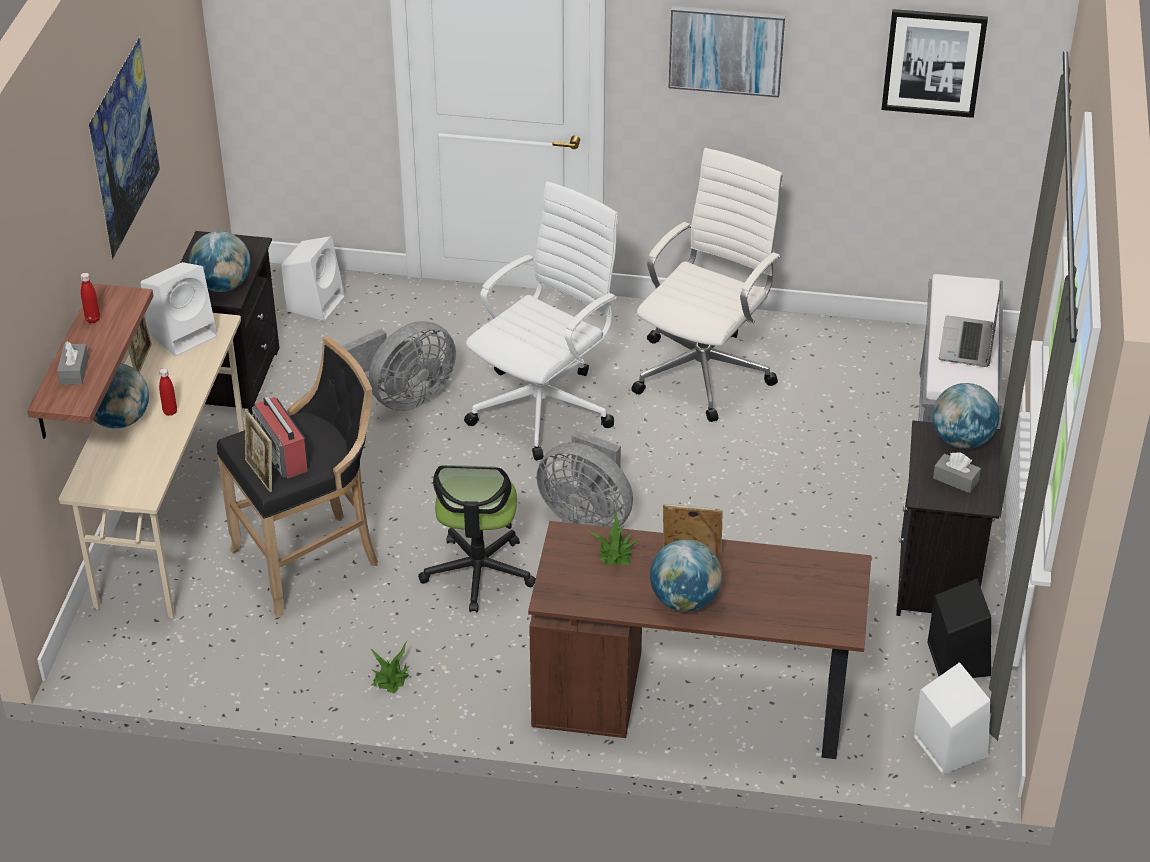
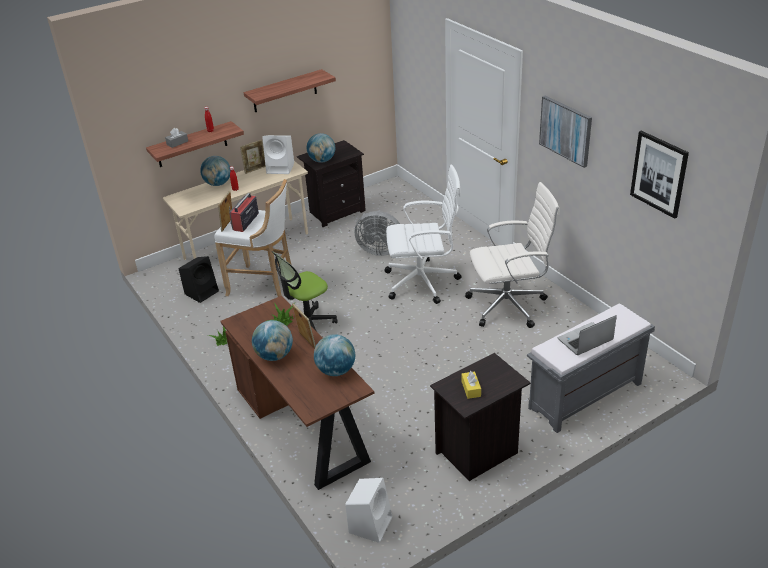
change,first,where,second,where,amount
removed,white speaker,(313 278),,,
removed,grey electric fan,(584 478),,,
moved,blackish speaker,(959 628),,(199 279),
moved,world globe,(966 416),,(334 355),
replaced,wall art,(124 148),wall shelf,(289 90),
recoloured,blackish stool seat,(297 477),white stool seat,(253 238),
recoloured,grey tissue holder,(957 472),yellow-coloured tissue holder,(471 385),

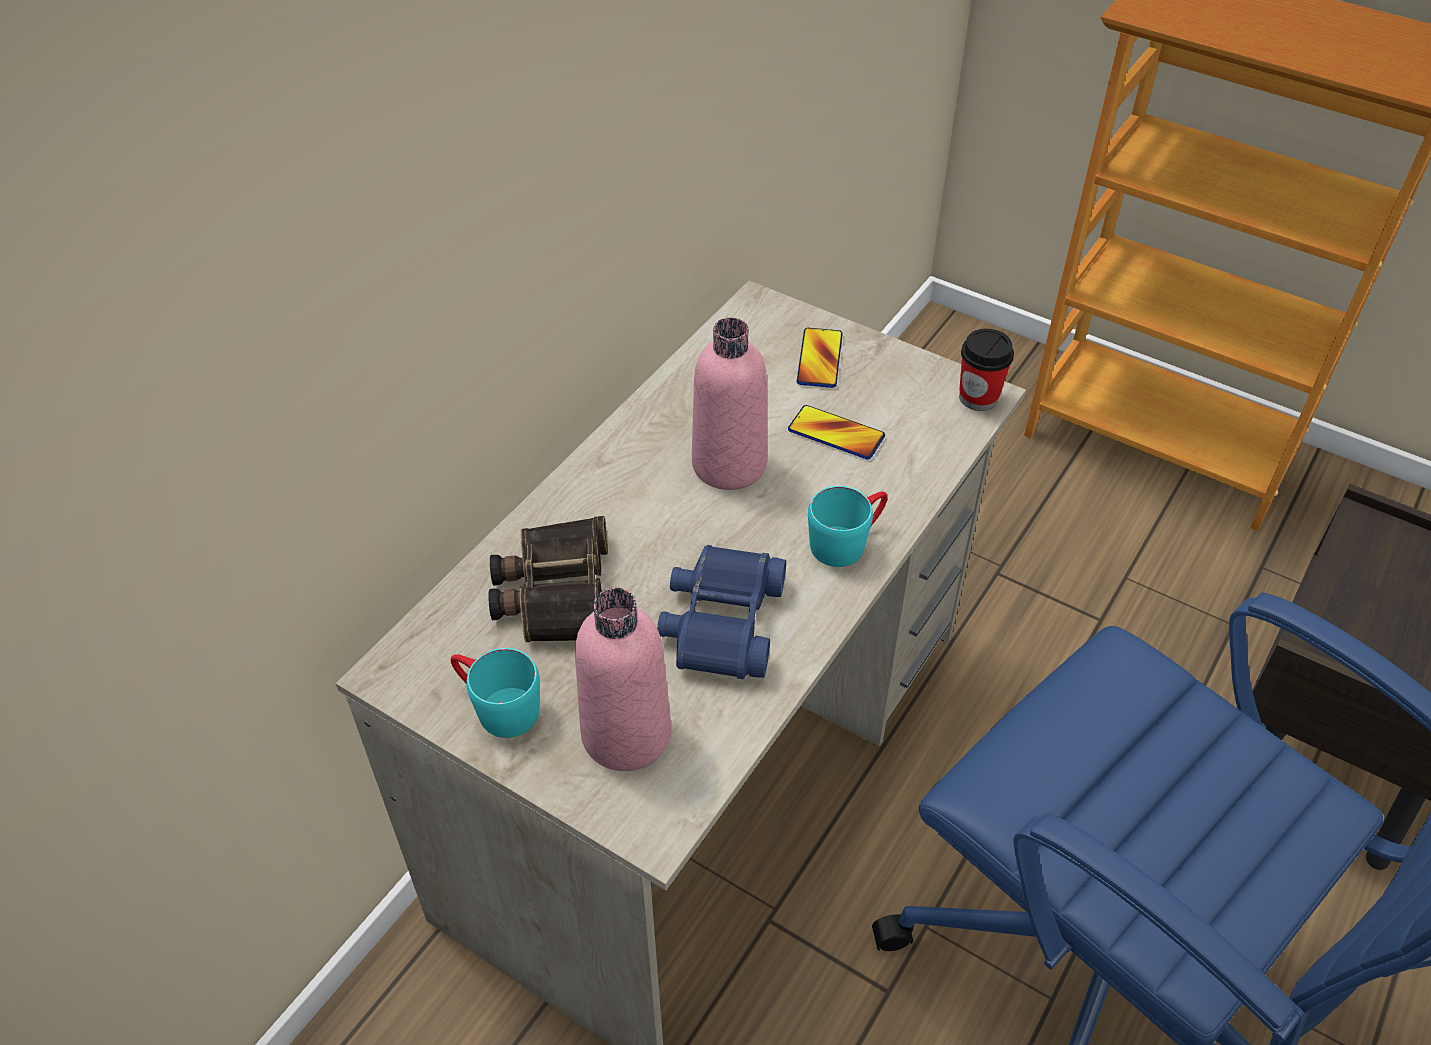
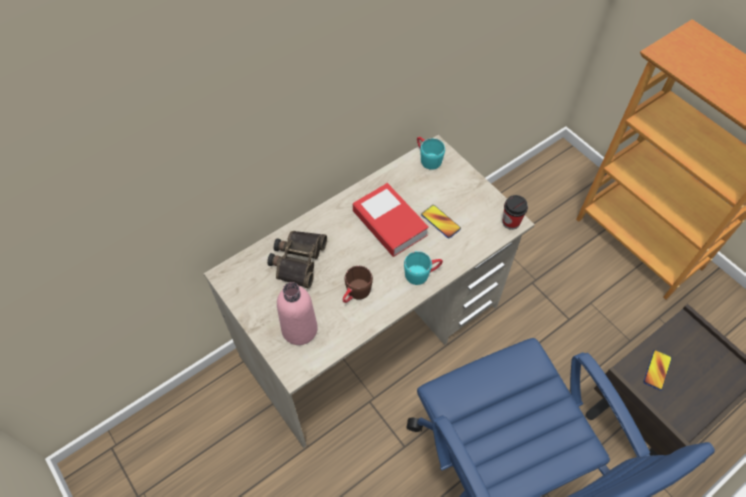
change,first,where,second,where,amount
moved,turquoise-coloured tea mug,(495 693),,(431 153),
moved,phone,(819 358),,(658 370),
replaced,blue field glasses,(721 612),brown tea mug,(358 284),
replaced,pink drink bottle,(729 403),bound book,(391 220),

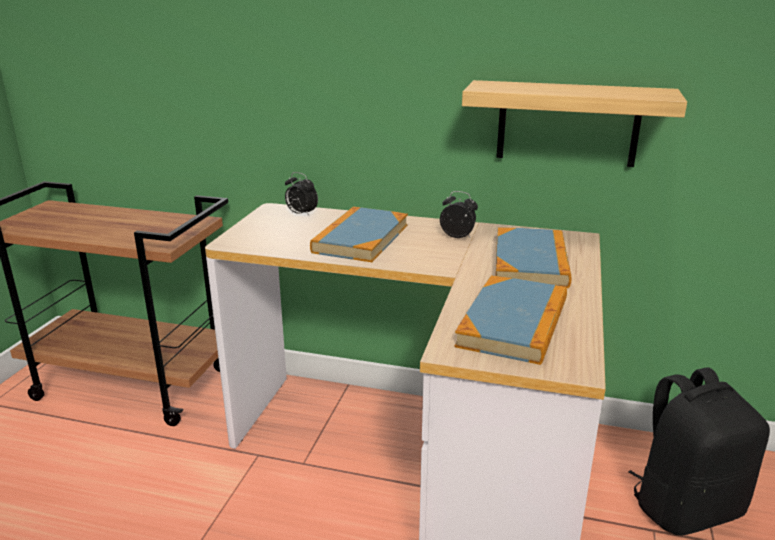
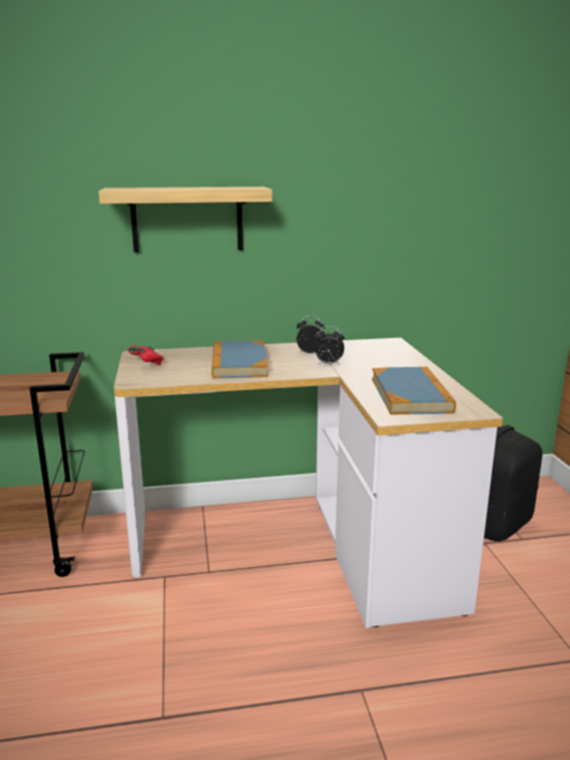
change,first,where,second,where,amount
removed,bound book,(533 257),,,
added,,,red-coloured joypad,(146 355),
moved,table clock,(301 194),,(329 345),
moved,wall shelf,(574 123),,(185 220),

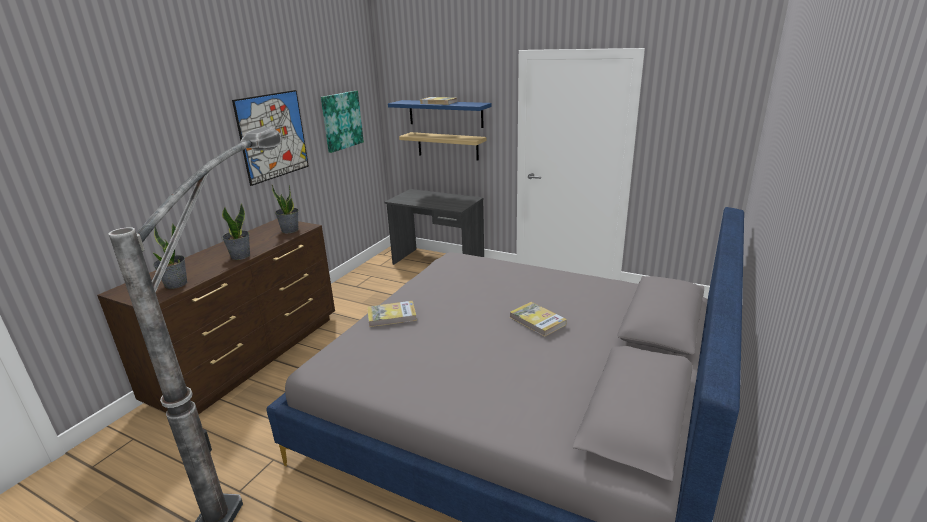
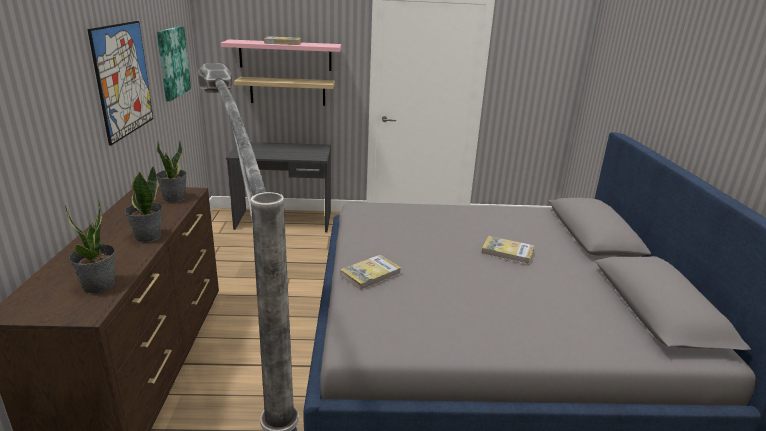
change,first,where,second,where,amount
recoloured,blue wall shelf,(440 114),pink wall shelf,(281 55),

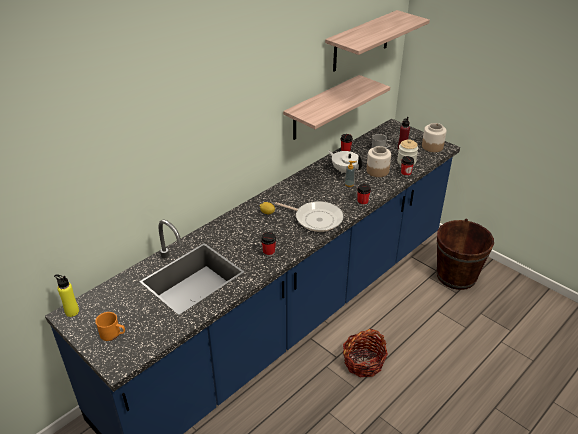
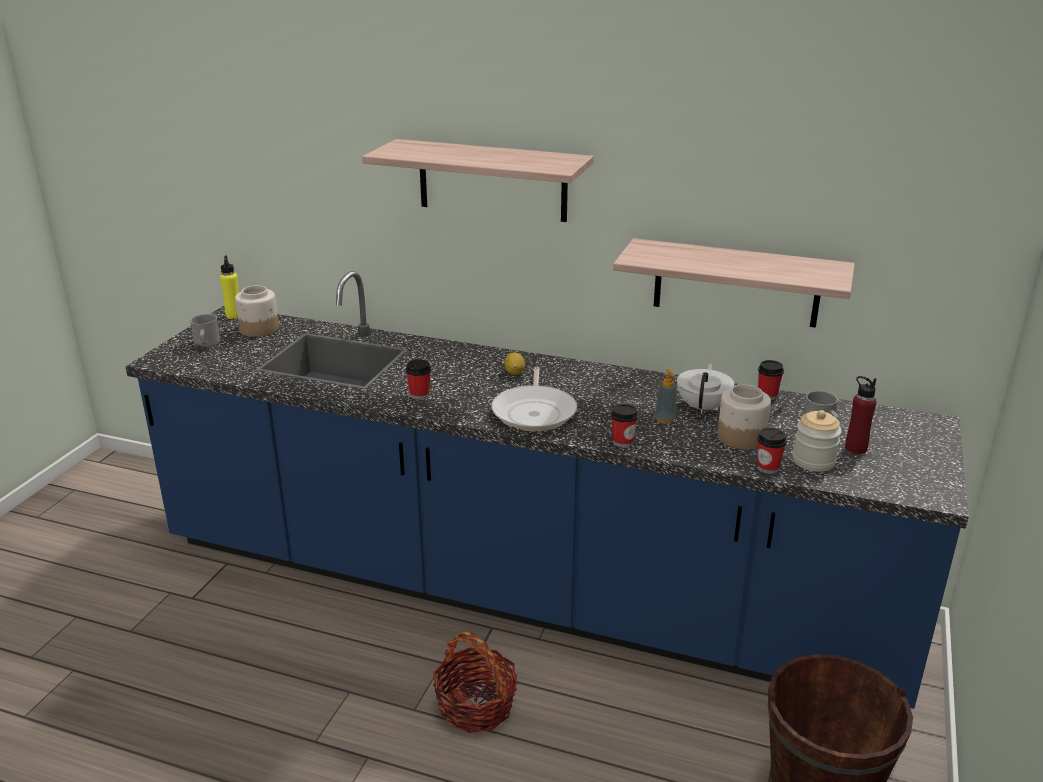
change,first,where,second,where,amount
moved,wall shelf,(377 41),,(478 180),
moved,storage jar,(434 137),,(257 311),
recoloured,orangey tea mug,(110 326),grey tea mug,(205 331),

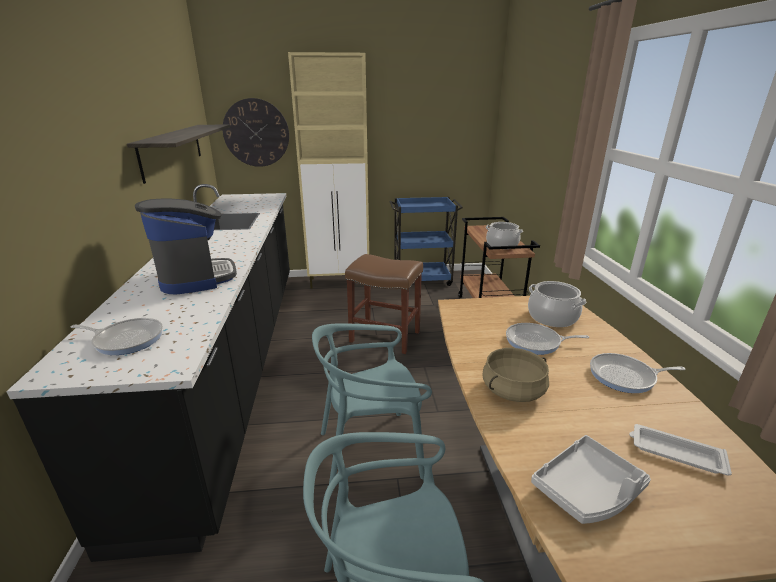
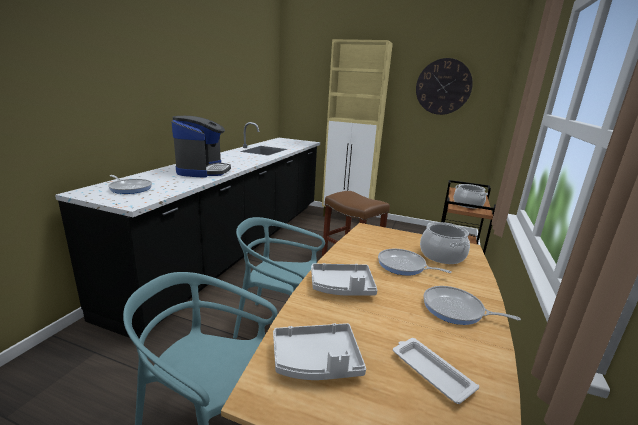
change,first,where,second,where,amount
removed,wall shelf,(178 154),,,
removed,blue cart,(426 241),,,
moved,hanging clock,(256 132),,(444 86),
replaced,beige stockpot,(515 375),grey serving tray,(344 279),

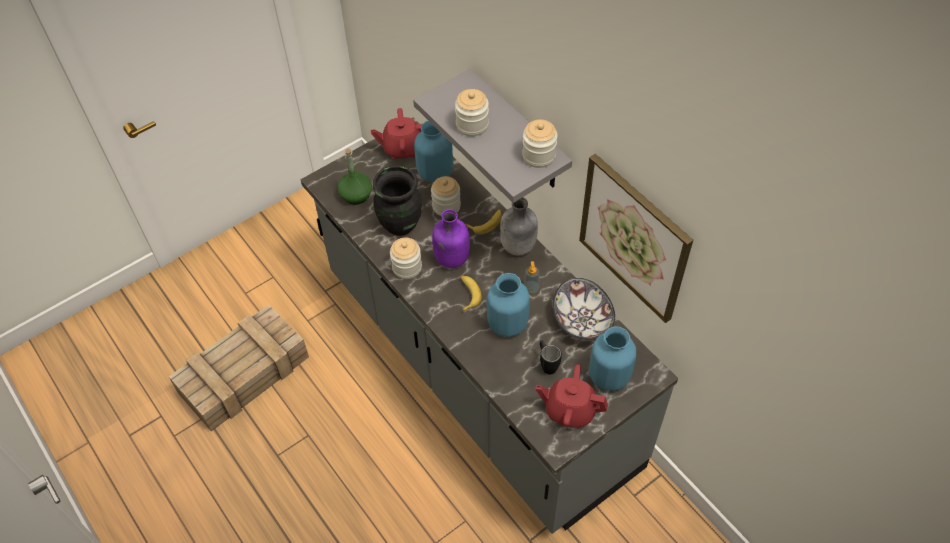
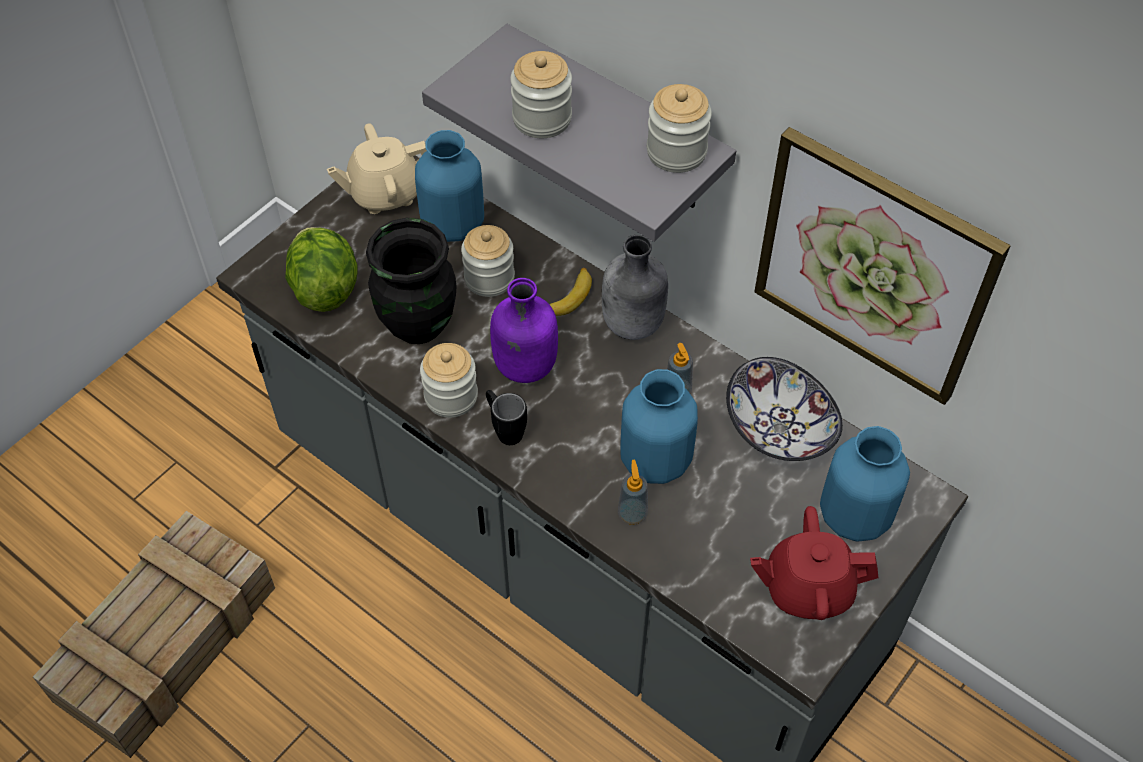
change,first,where,second,where,amount
removed,banana fruit,(471 294),,,
added,,,soap dispenser,(633 492),
moved,blackish tea mug,(551 357),,(506 417),
replaced,green-coloured drink bottle,(354 177),lettuce,(321 269),
recoloured,red-coloured tea pot,(396 133),beige tea pot,(377 168),

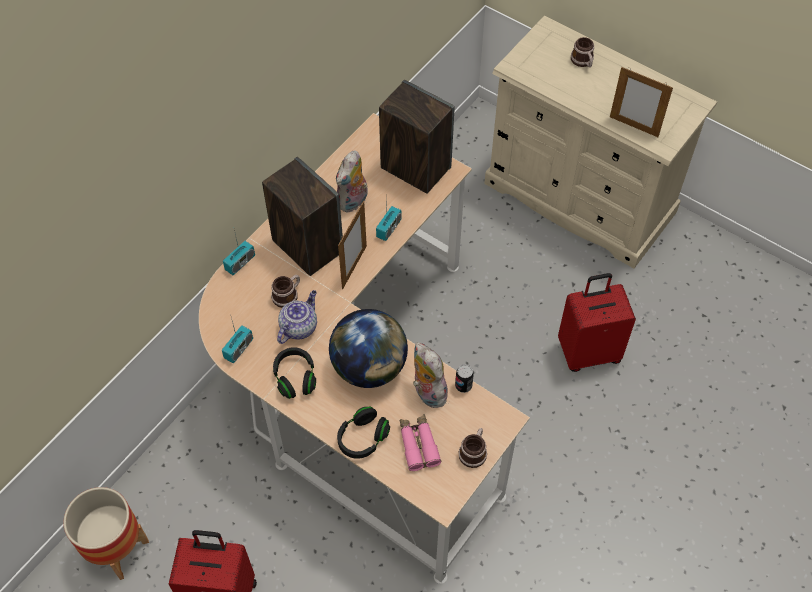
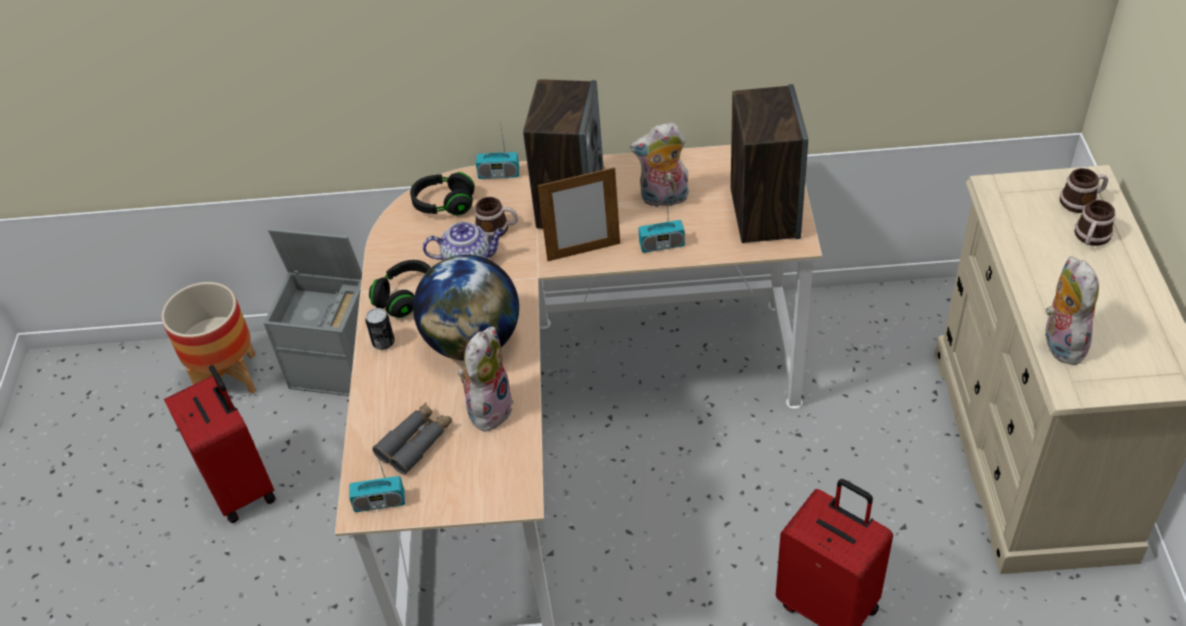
change,first,where,second,where,amount
added,,,grey storage container,(312 312),
moved,radio receiver,(237 342),,(377 480),
moved,blackish headset,(363 433),,(442 194),
moved,sealed can,(464 378),,(380 329),
moved,tea mug,(472 448),,(1084 190),
replaced,photo frame,(641 102),cuddly toy,(1072 310),
recoloured,pink field glasses,(420 442),grey field glasses,(412 438),

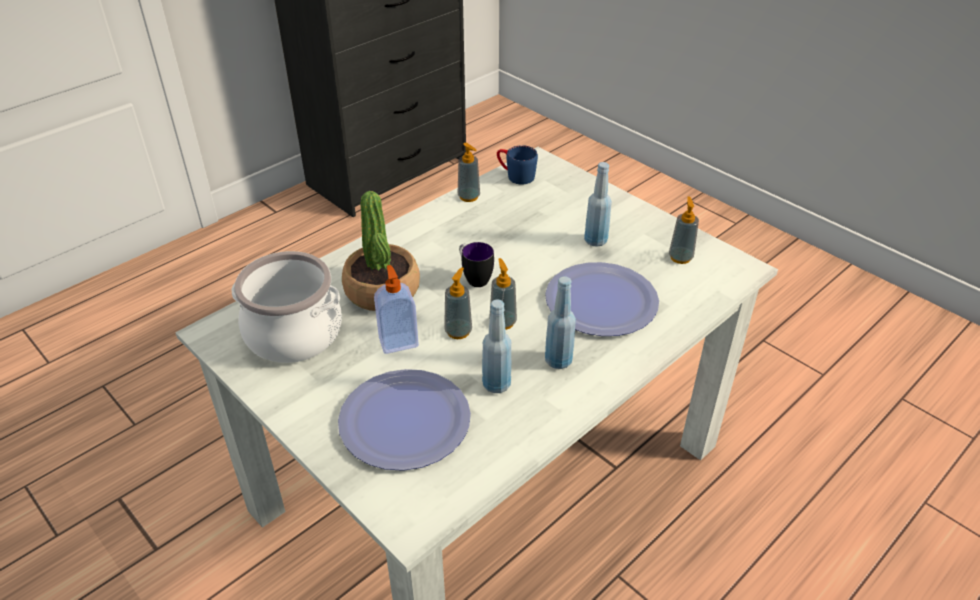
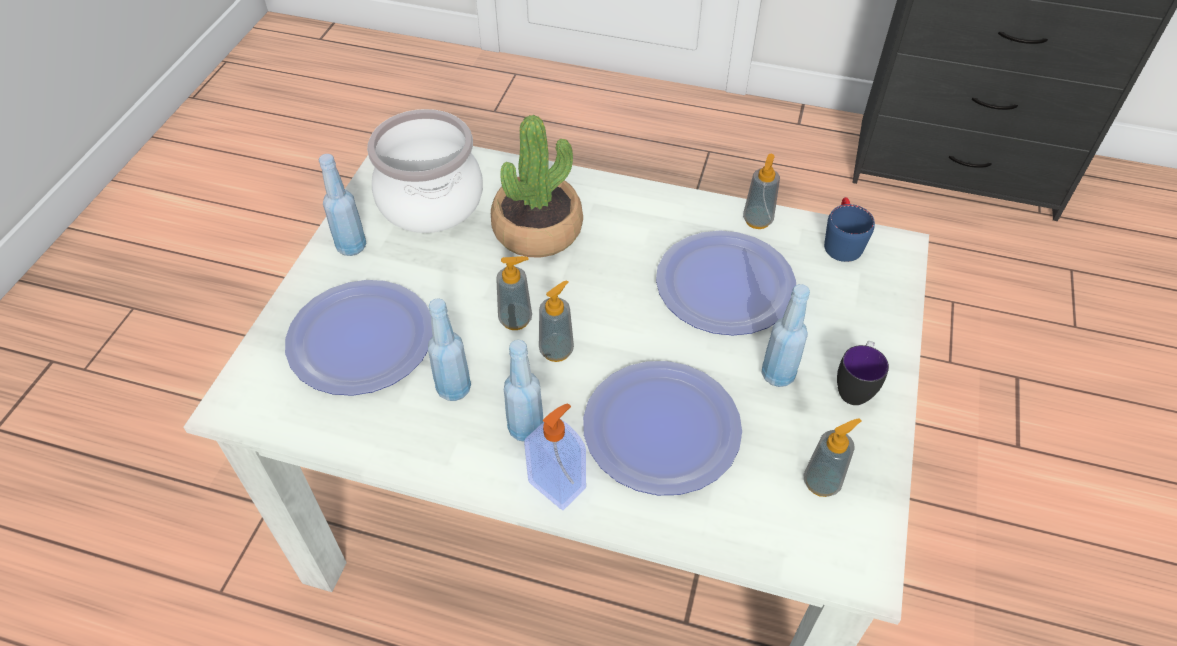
change,first,where,second,where,amount
added,,,blue drink bottle,(342 205),
added,,,plate,(726 283),
moved,soap dispenser,(396 309),,(555 456),
moved,tea mug,(476 264),,(863 373),

